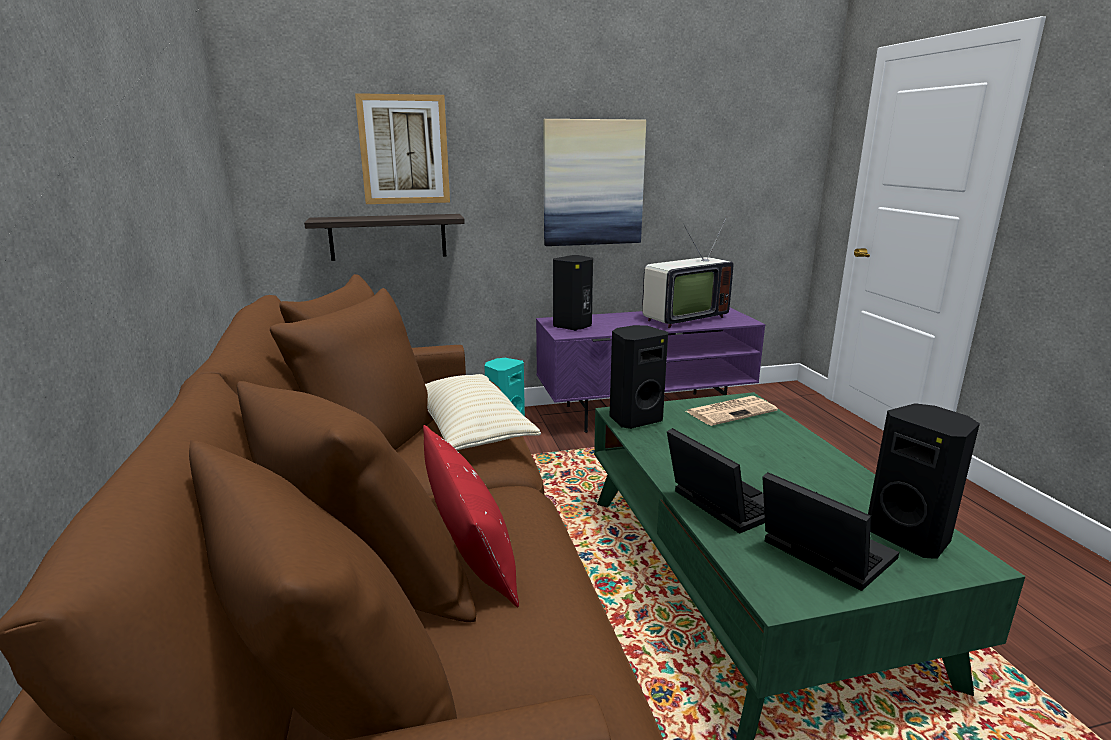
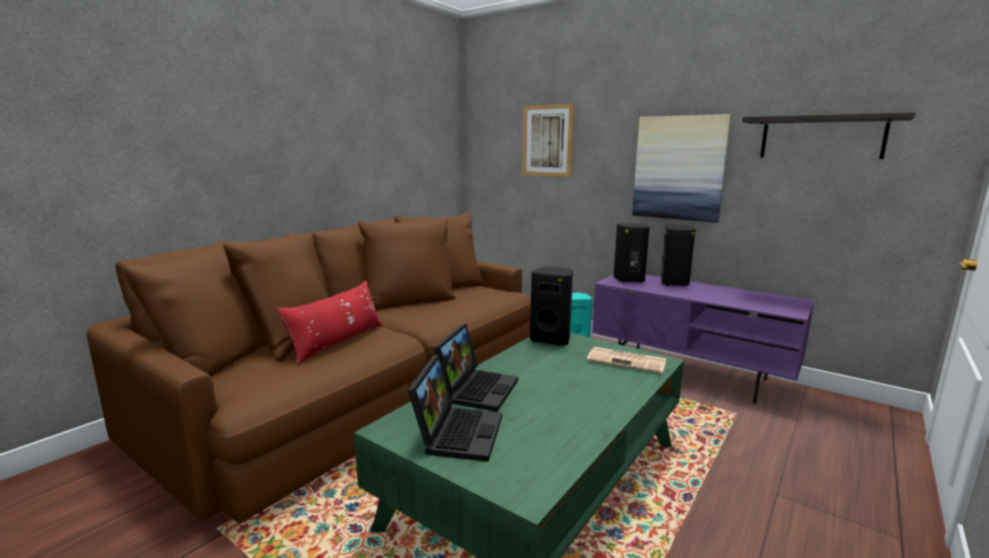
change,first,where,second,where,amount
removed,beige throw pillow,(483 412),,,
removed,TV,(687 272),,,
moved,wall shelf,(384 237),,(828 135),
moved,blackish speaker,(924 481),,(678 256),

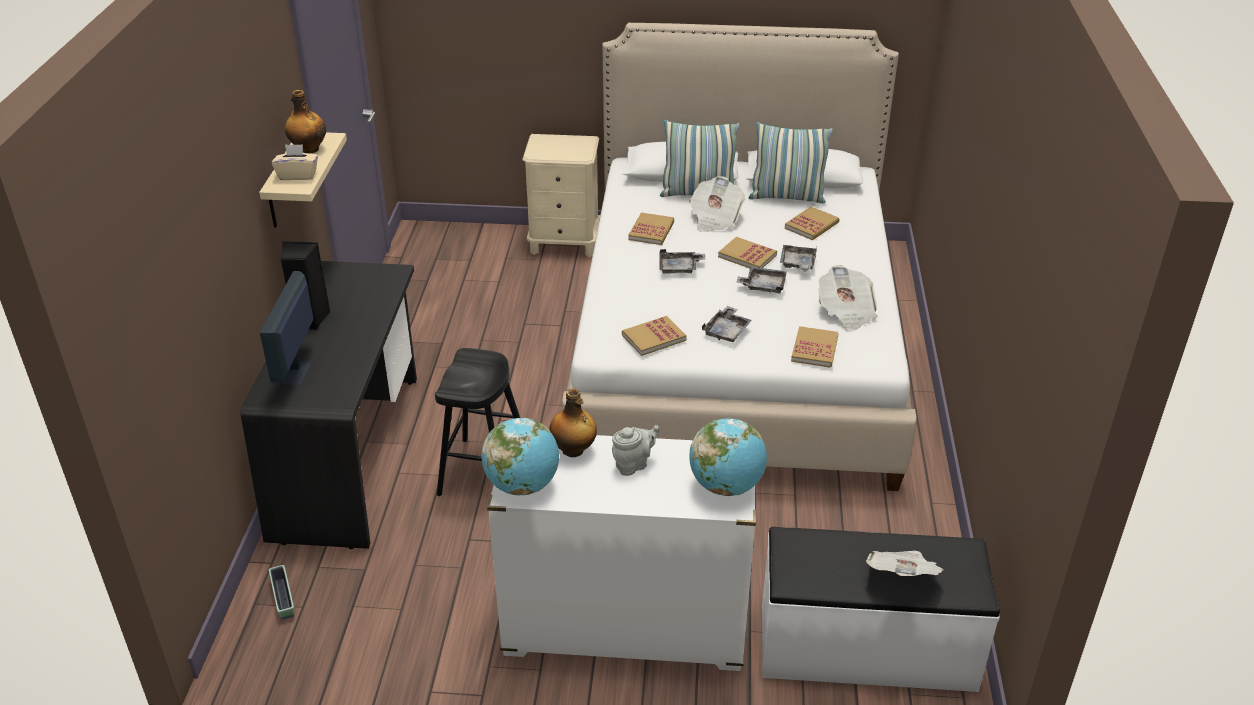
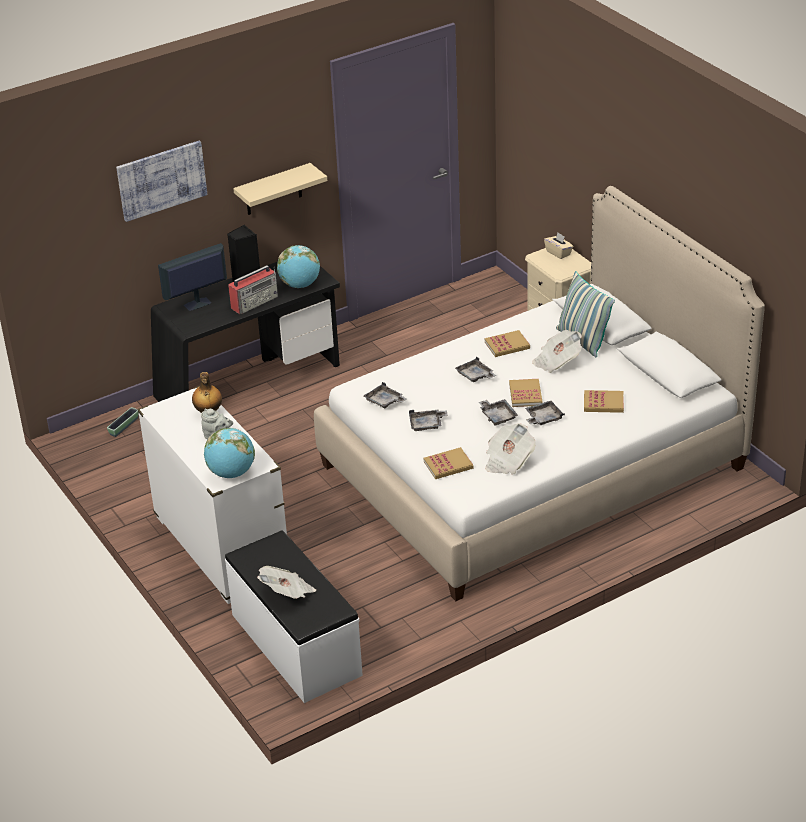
change,first,where,second,where,amount
removed,drink bottle,(305 121),,,
removed,blackish stool seat,(477 422),,,
removed,throw pillow,(790 162),,,
added,,,wall art,(161 181),
added,,,radio receiver,(253 289),
moved,beige tissue holder,(295 162),,(559 245),
moved,world globe,(520 456),,(298 266),
replaced,bound book,(654 336),grey serving tray,(385 395),

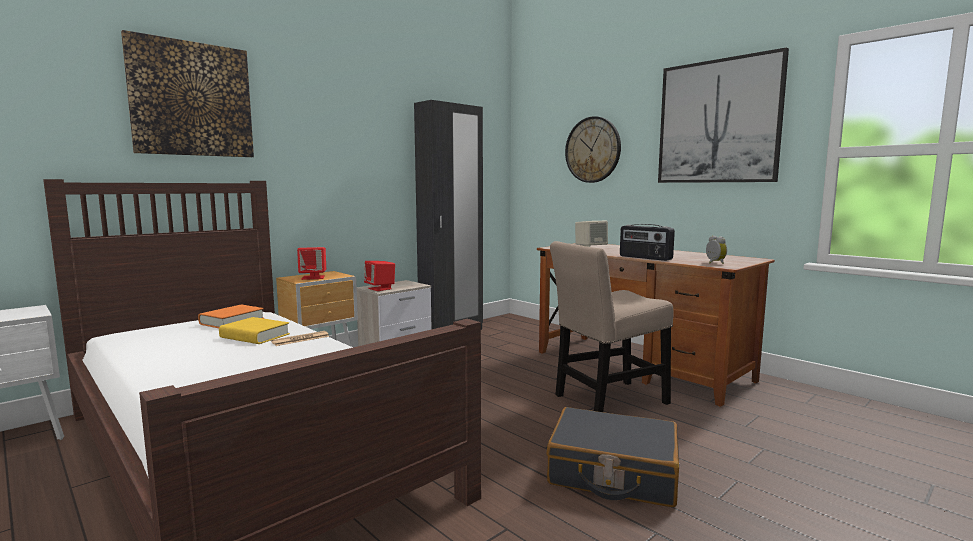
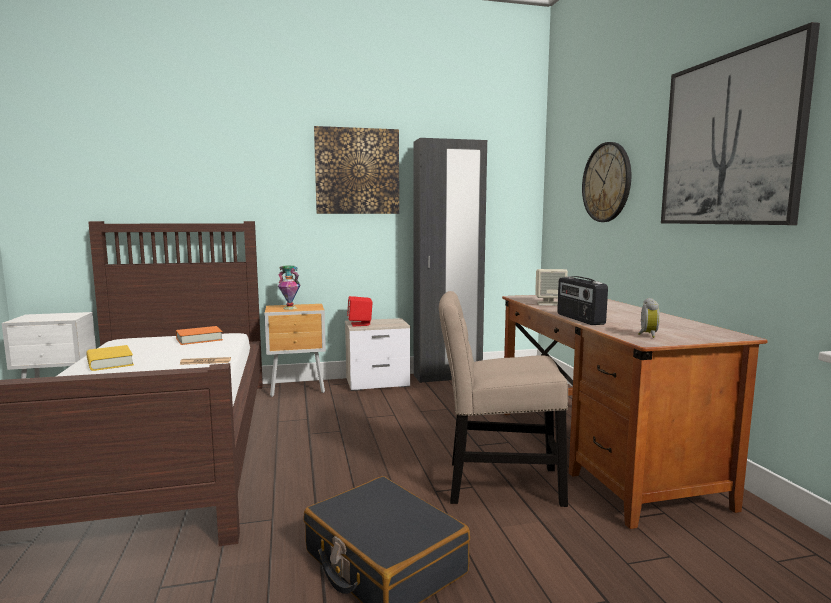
change,first,where,second,where,amount
moved,wall art,(187 93),,(356 170),
moved,yellow-coloured bound book,(254 330),,(110 358),
replaced,red-coloured speaker,(311 263),flower vase,(289 287),

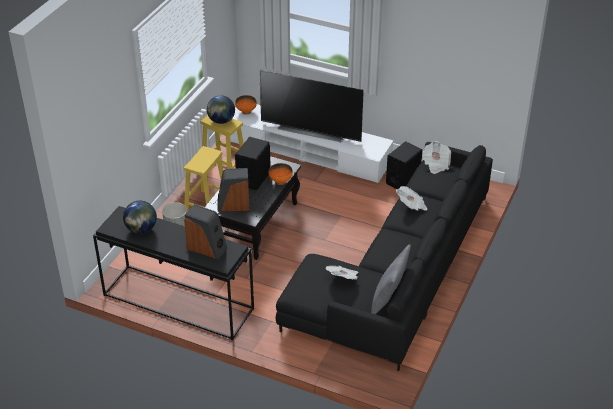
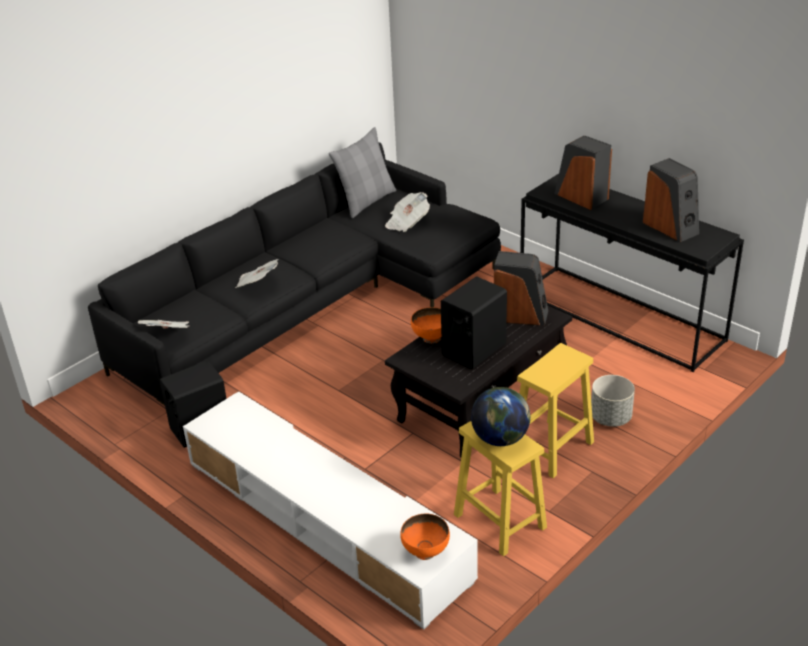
change,first,where,second,where,amount
removed,TV,(311 106),,,
replaced,world globe,(140 217),speaker,(671 200),

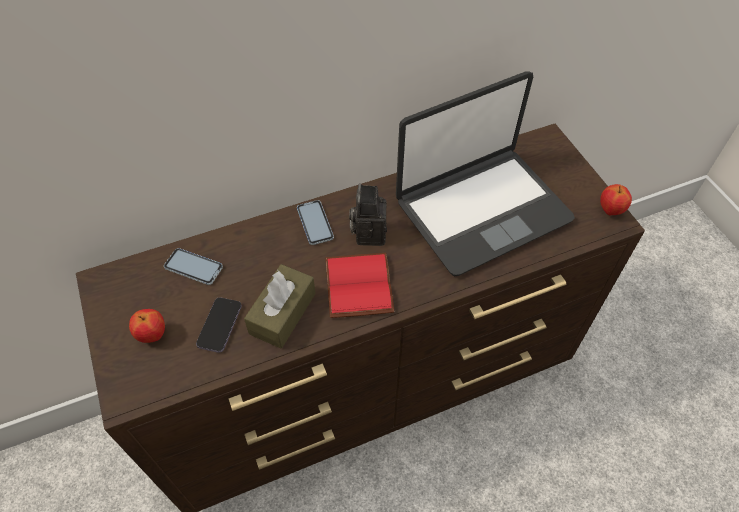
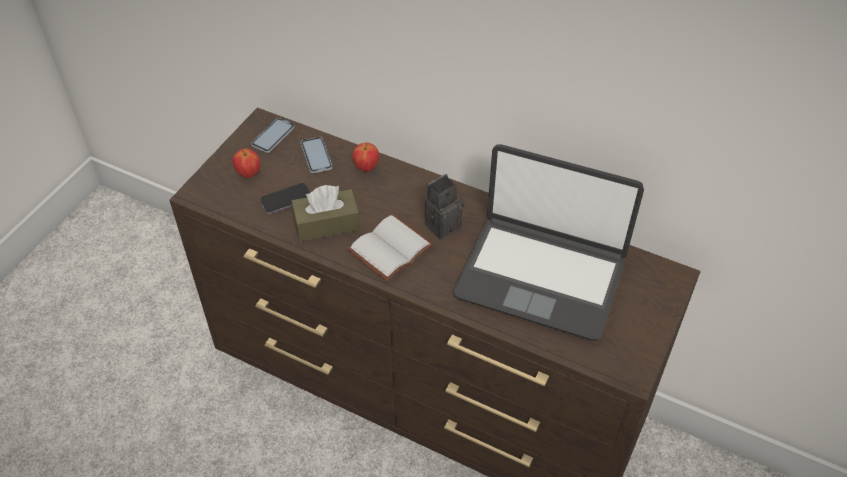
change,first,where,second,where,amount
moved,phone,(315 222),,(273 135),
moved,apple fruit,(616 199),,(365 157),
recoloured,red-coloured bound book,(360 285),white bound book,(390 248),

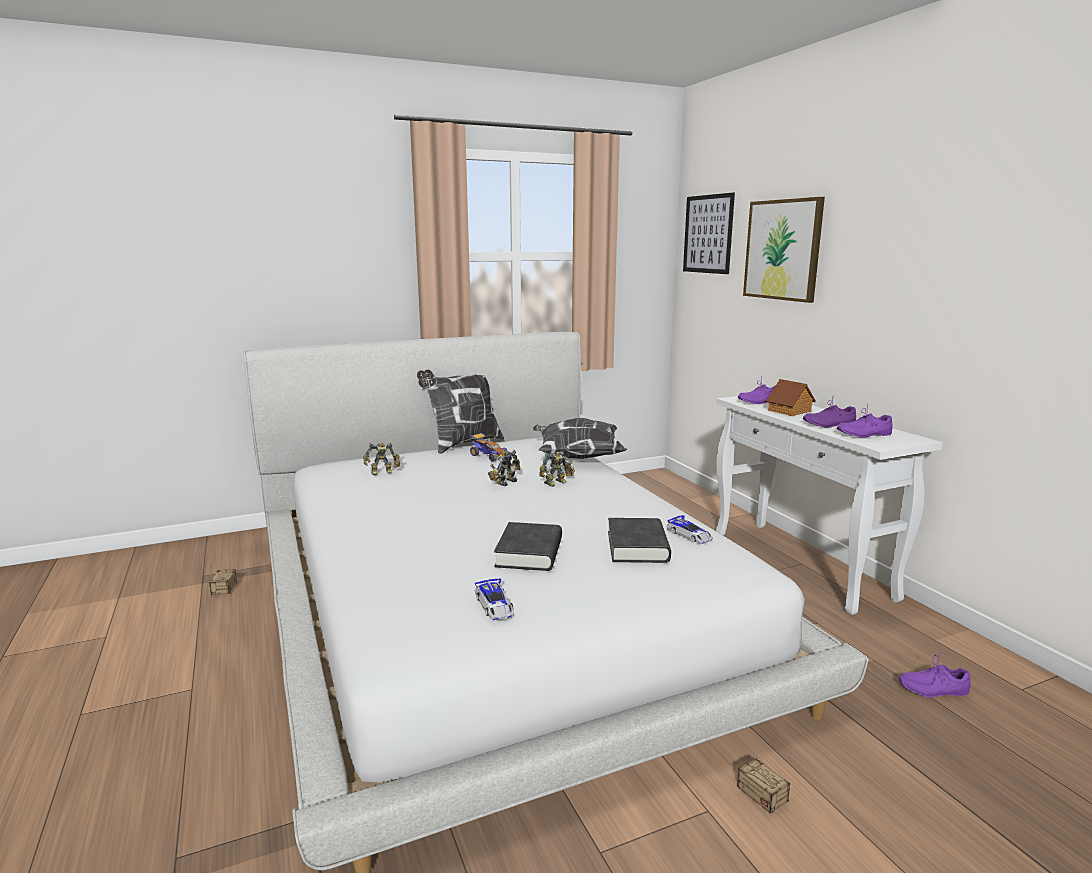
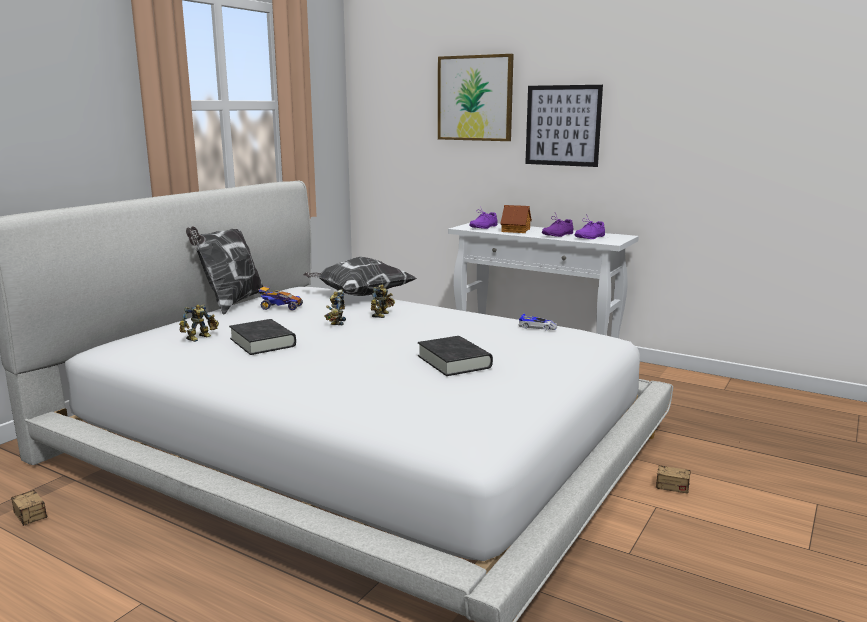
change,first,where,second,where,amount
removed,toy car,(494 599),,,
removed,purple item of footwear,(934 674),,,
moved,blackish bound book,(639 540),,(262 337),
moved,wall art,(709 233),,(564 126),

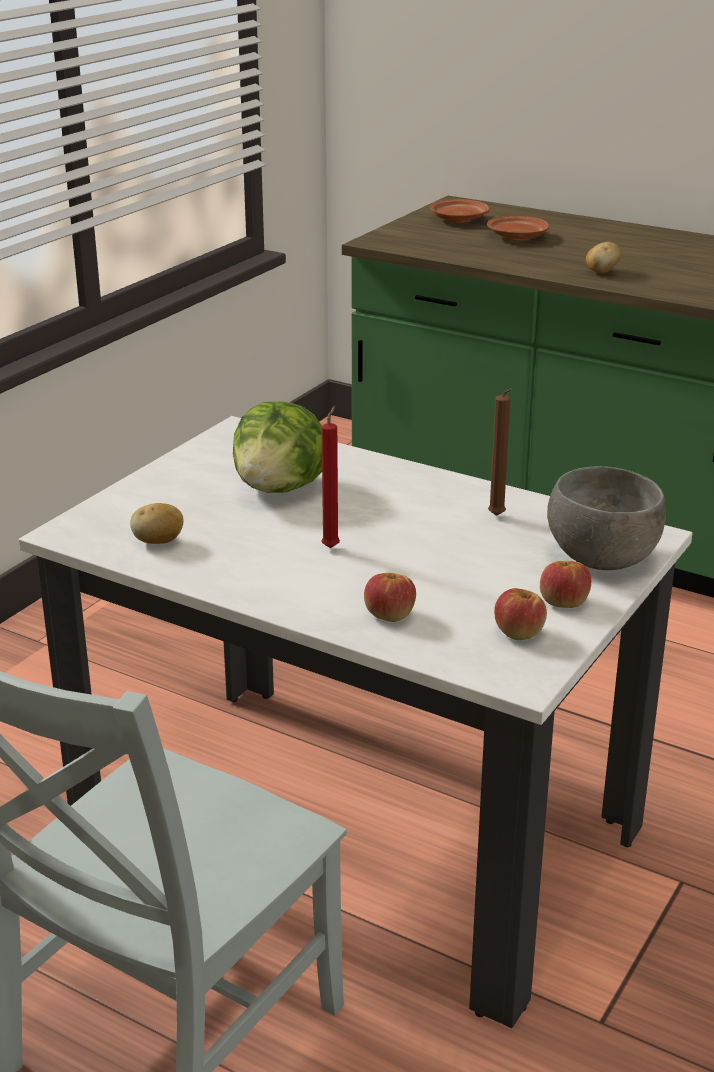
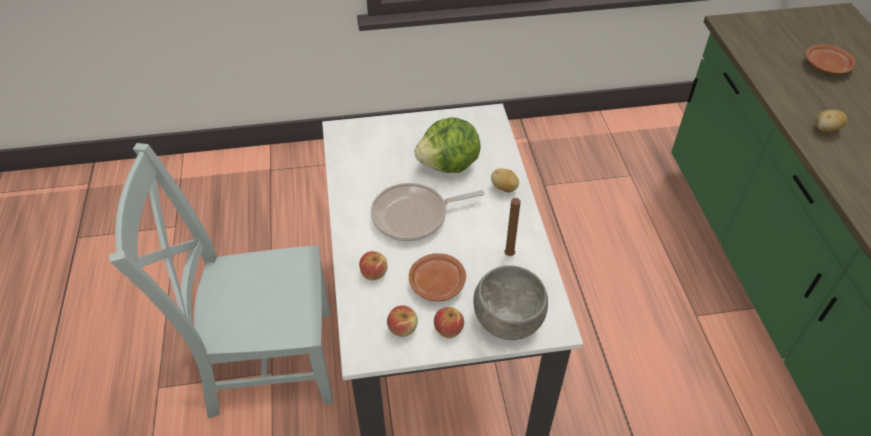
change,first,where,second,where,amount
moved,spud,(157 523),,(505 180),
moved,brown plate,(460 211),,(437 277),
replaced,red-coloured candle,(330 477),pan,(427 212),

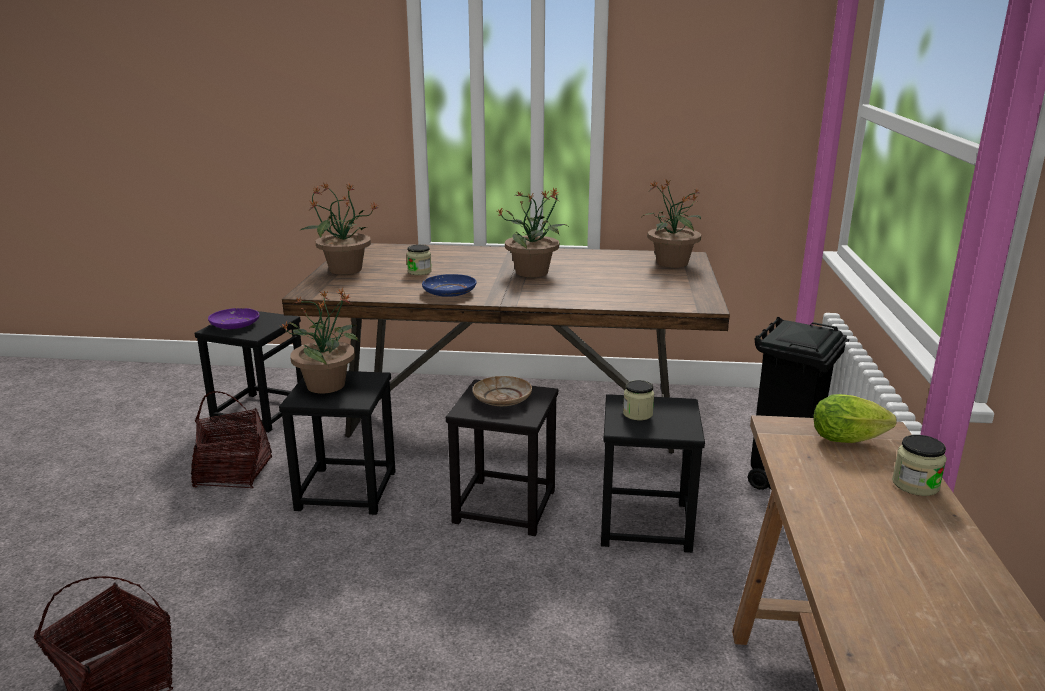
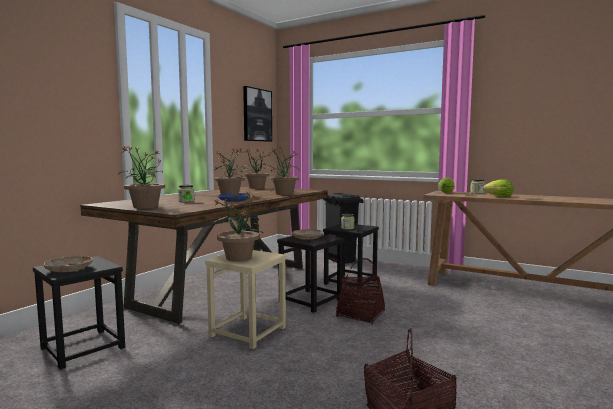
change,first,where,second,where,amount
added,,,wall art,(257 114),
added,,,potted plant,(284 171),
added,,,lettuce,(498 188),
moved,household basket,(231 439),,(360 291),
recoloured,purple plate,(234 318),beige plate,(68 264),
recoloured,blackish stool seat,(337 443),beige stool seat,(246 299),

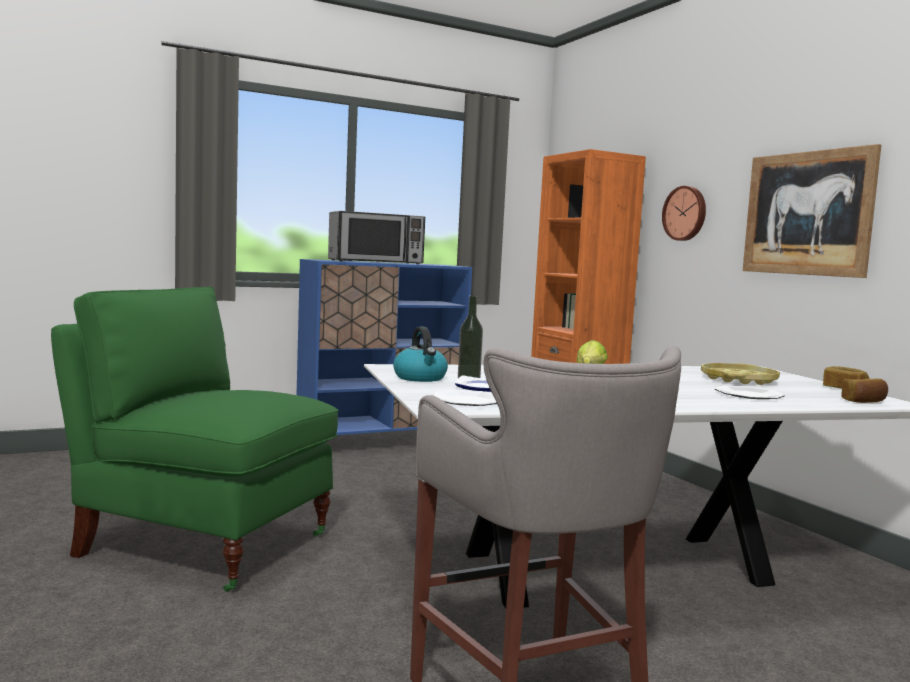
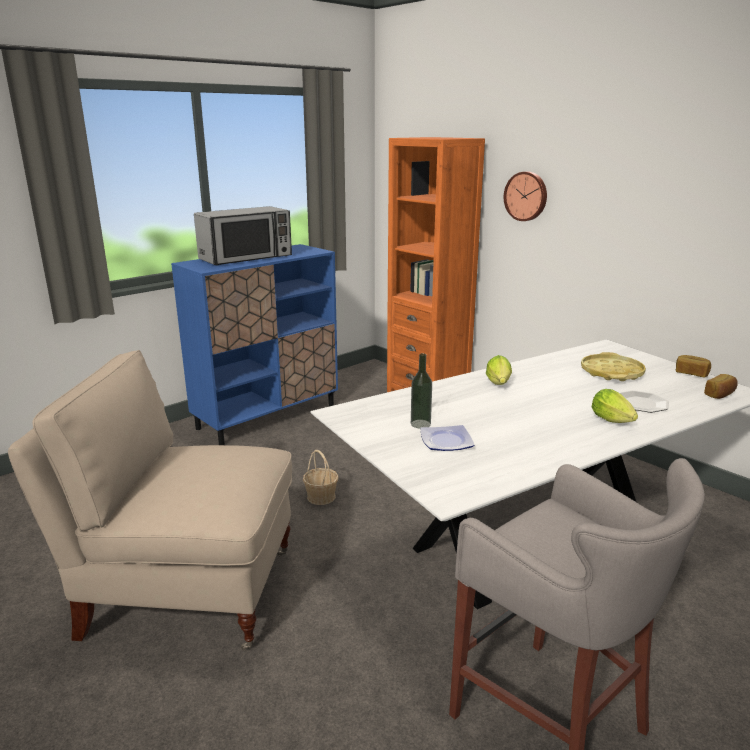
change,first,where,second,where,amount
removed,water kettle,(420 354),,,
removed,plate,(465 398),,,
removed,wall art,(812 211),,,
added,,,household basket,(321 477),
added,,,lettuce,(615 406),
recoloured,green-coloured chair,(195 439),beige chair,(150 500),

